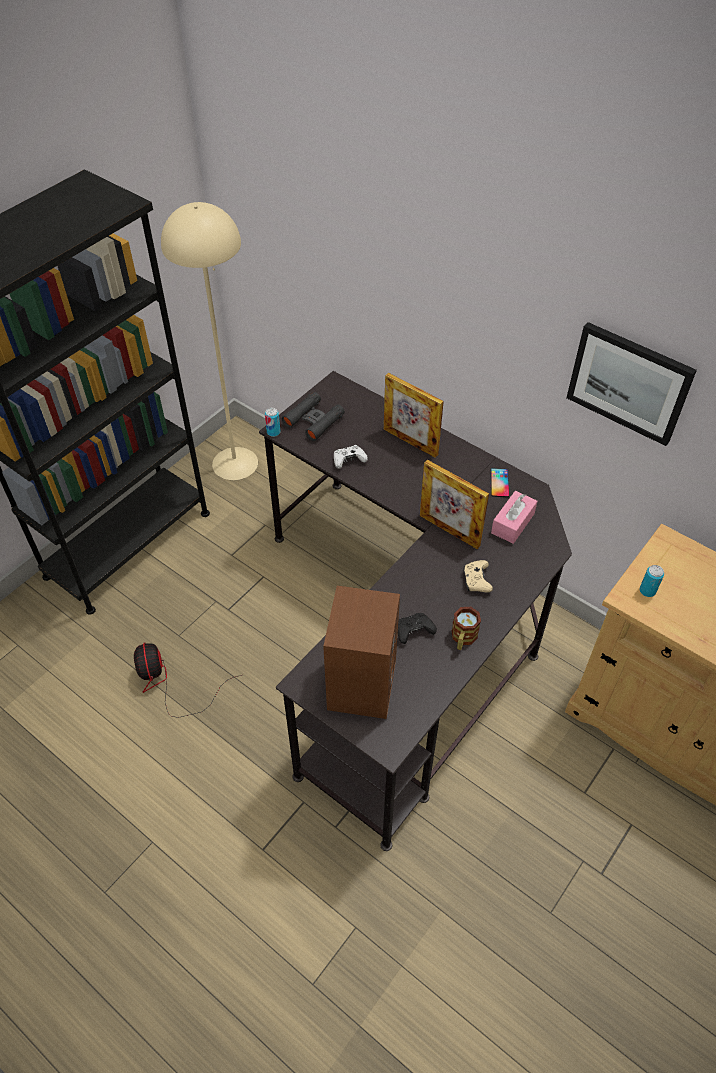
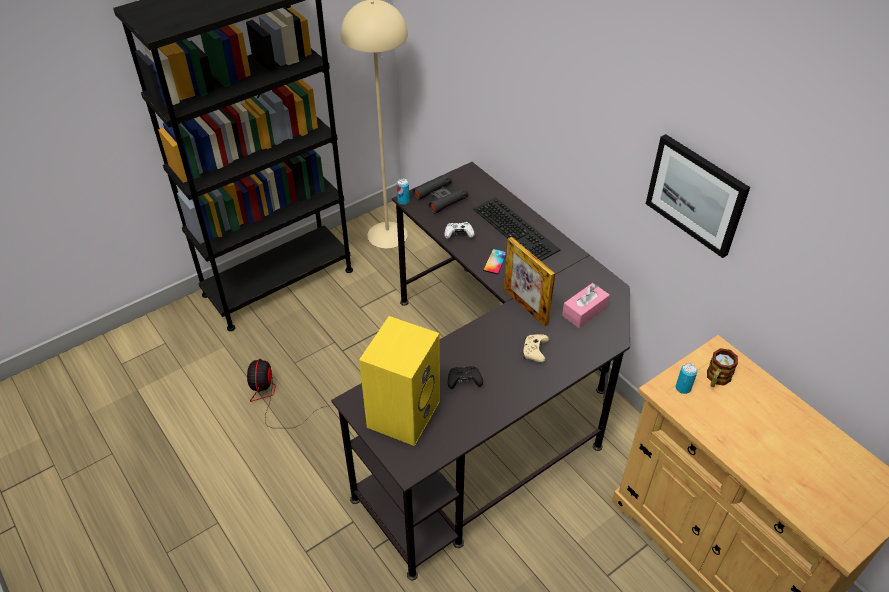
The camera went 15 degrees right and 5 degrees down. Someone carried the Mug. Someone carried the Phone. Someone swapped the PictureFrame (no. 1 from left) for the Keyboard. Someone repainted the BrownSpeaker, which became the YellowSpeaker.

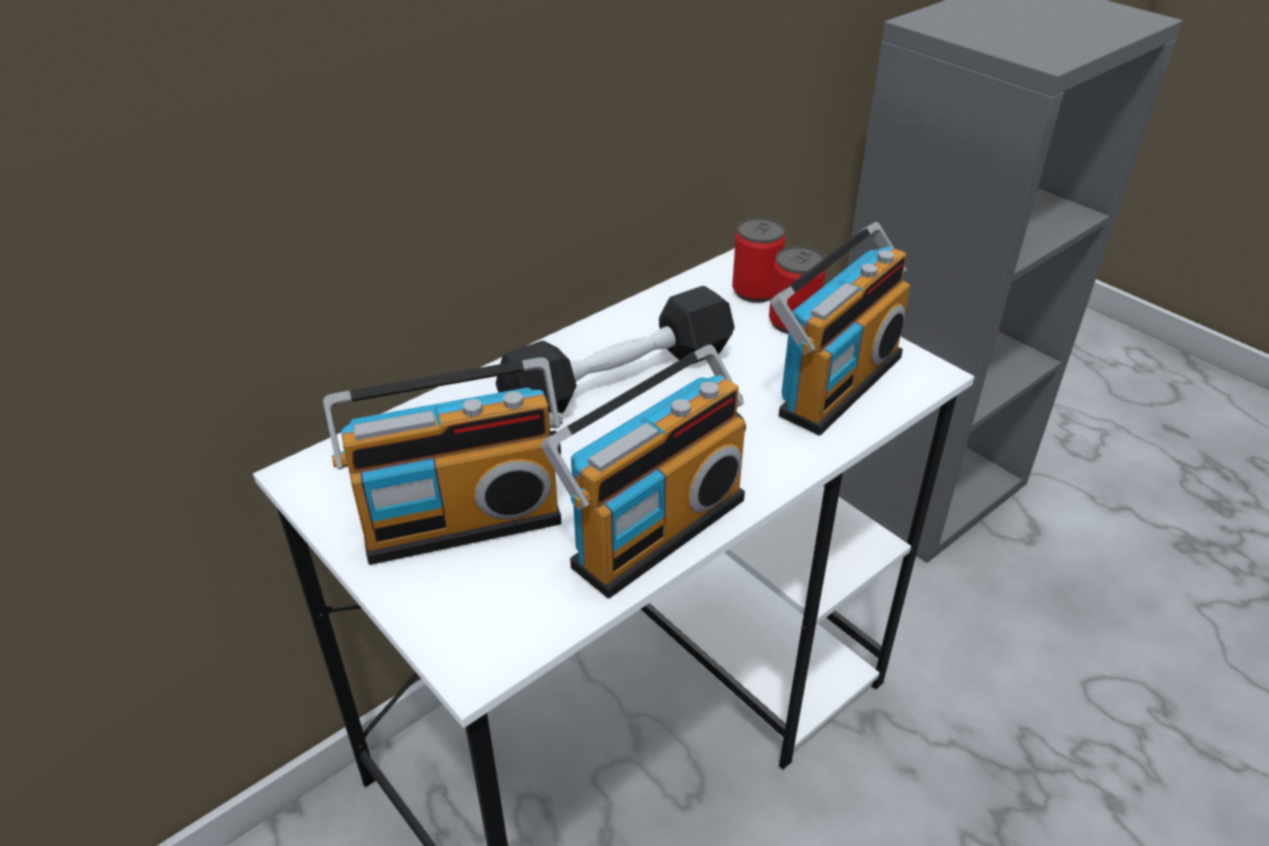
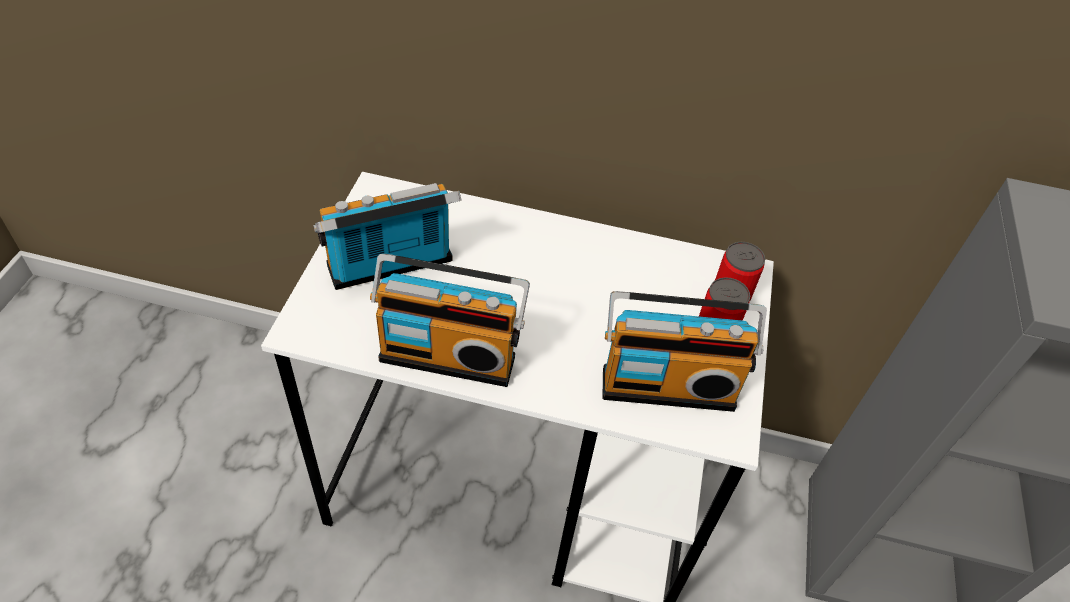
The camera went 50 degrees right and 10 degrees up. Someone took away the BlackDumbbell. Someone rotated the Radio (no. 1 from left) by 120 degrees clockwise.

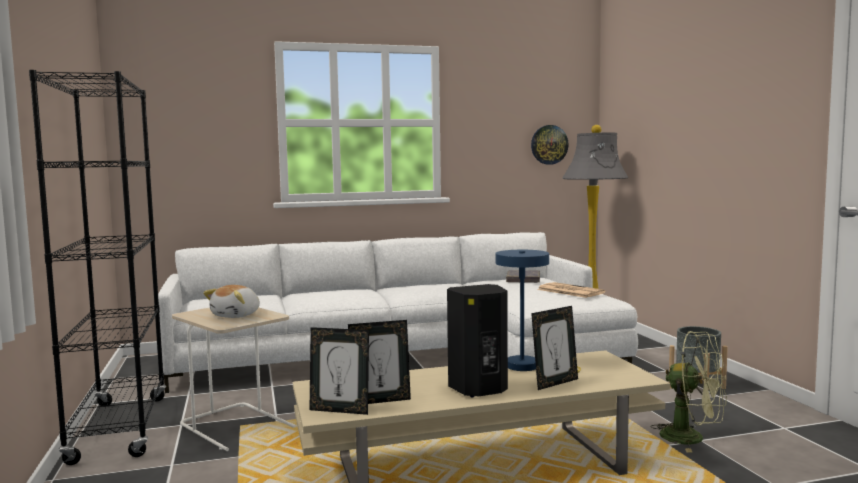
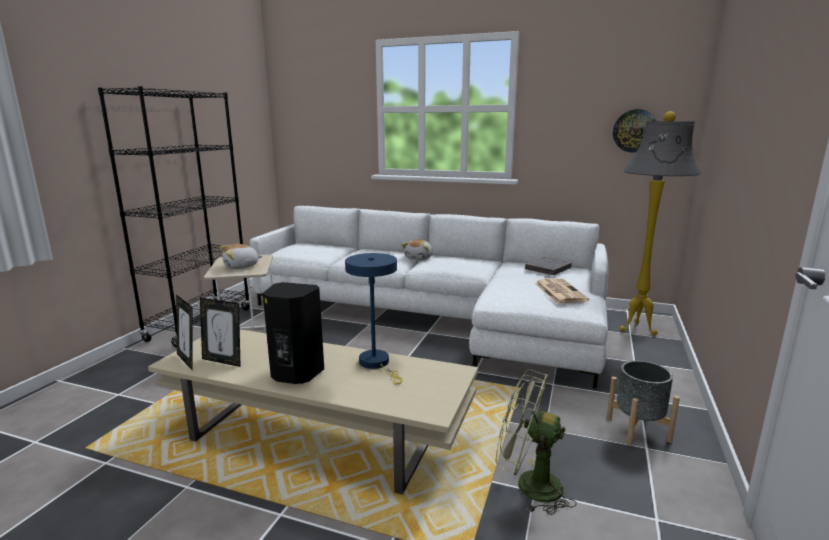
The camera went 35 degrees right and 10 degrees up. Someone took away the PictureFrame (no. 3 from left). Someone put down the PlushToy (no. 2 from left). Someone rotated the GreenFan by 135 degrees clockwise.

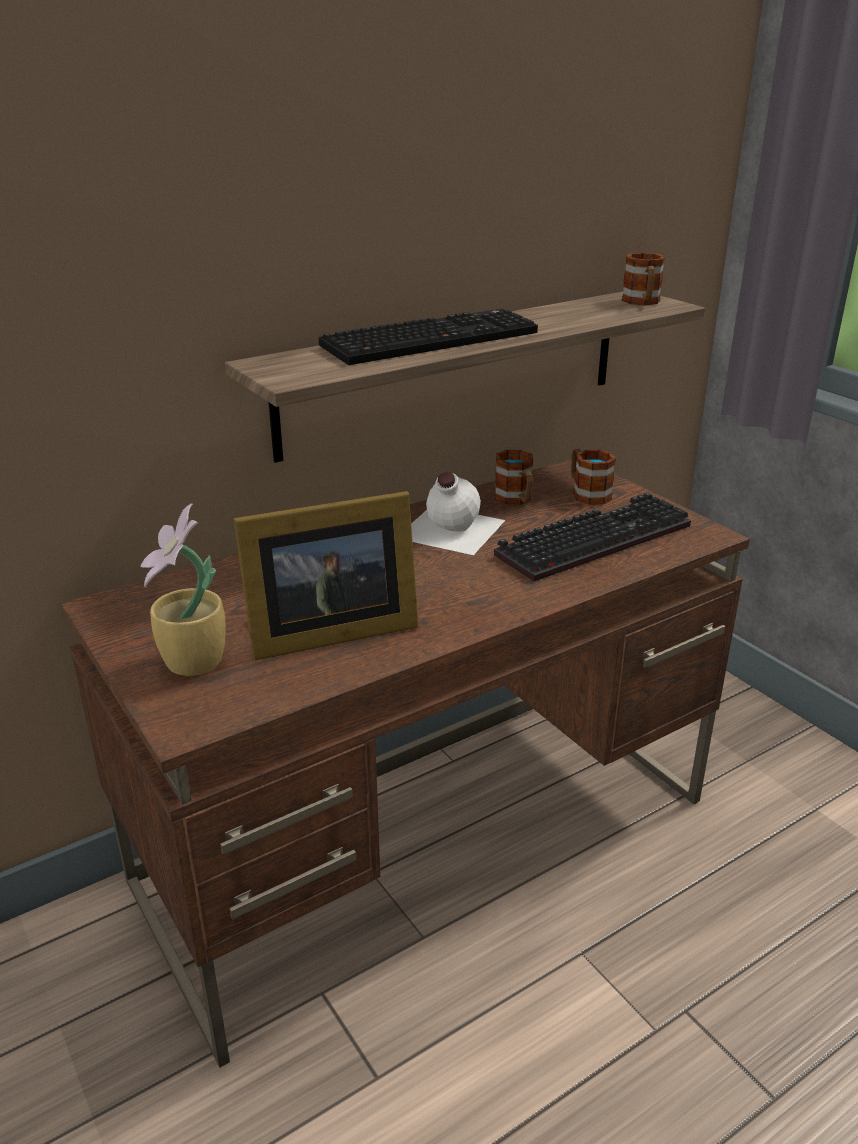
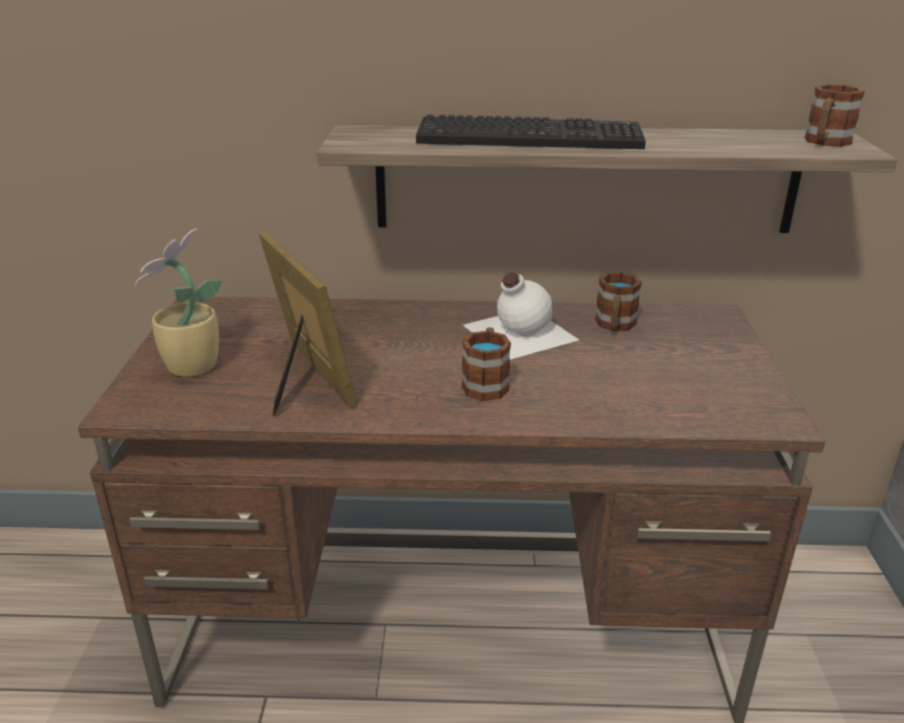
The camera went 35 degrees right and 0 degrees up. Someone took away the Keyboard (no. 2 from left). Someone carried the Mug (no. 2 from left in the first image). Someone rotated the PictureFrame by 135 degrees counterclockwise.

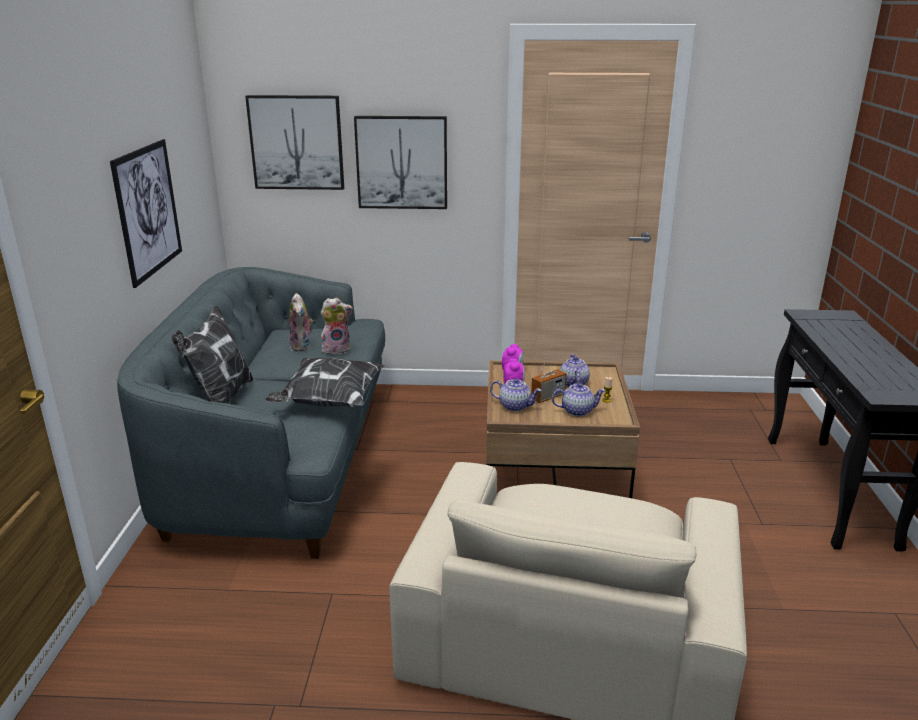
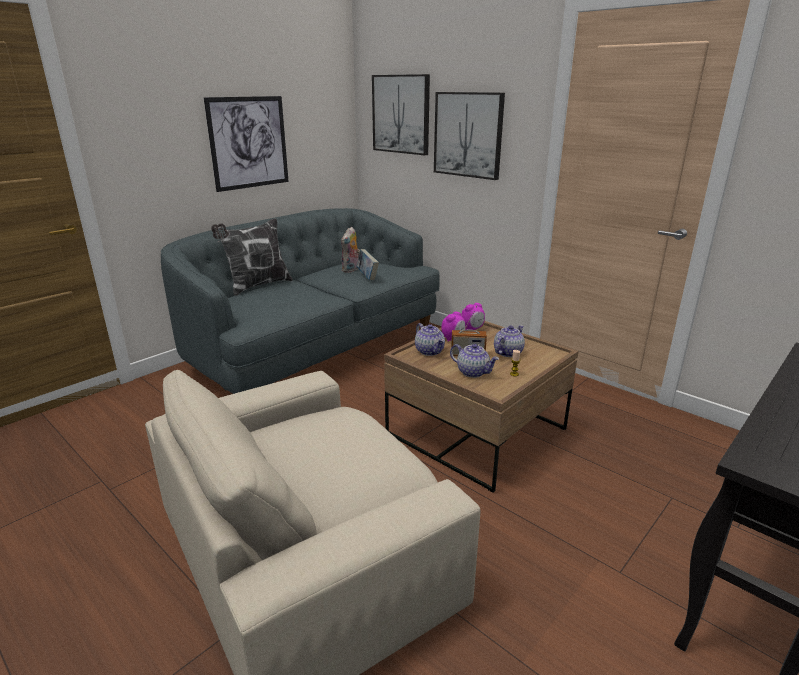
The camera went 40 degrees right and 0 degrees up. Someone took away the Pillow (no. 2 from left). Someone swapped the PlushToy (no. 2 from left) for the Book.

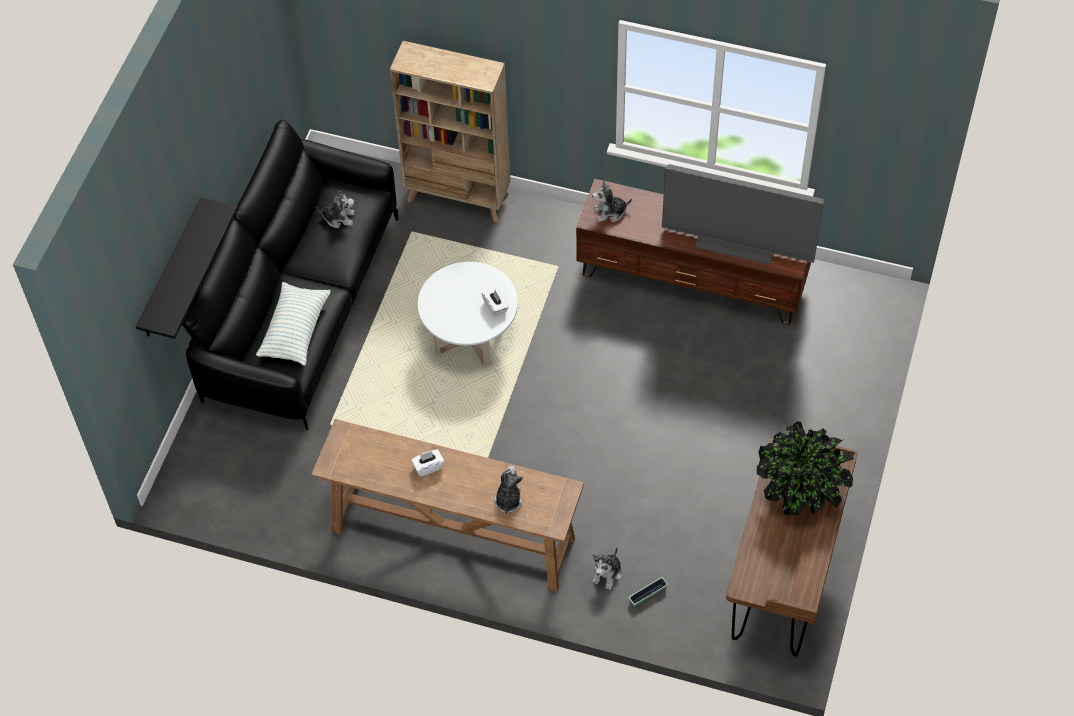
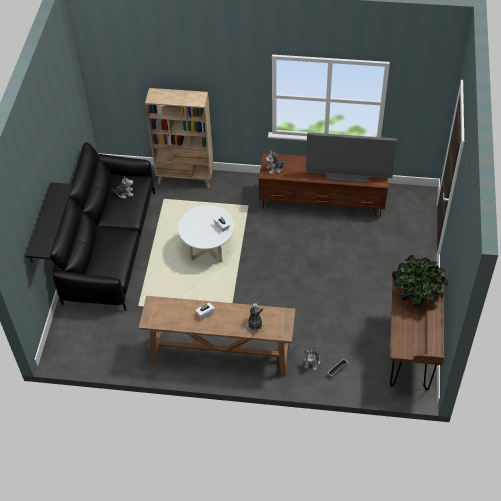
The camera went 10 degrees left and 5 degrees down. Someone took away the Pillow.

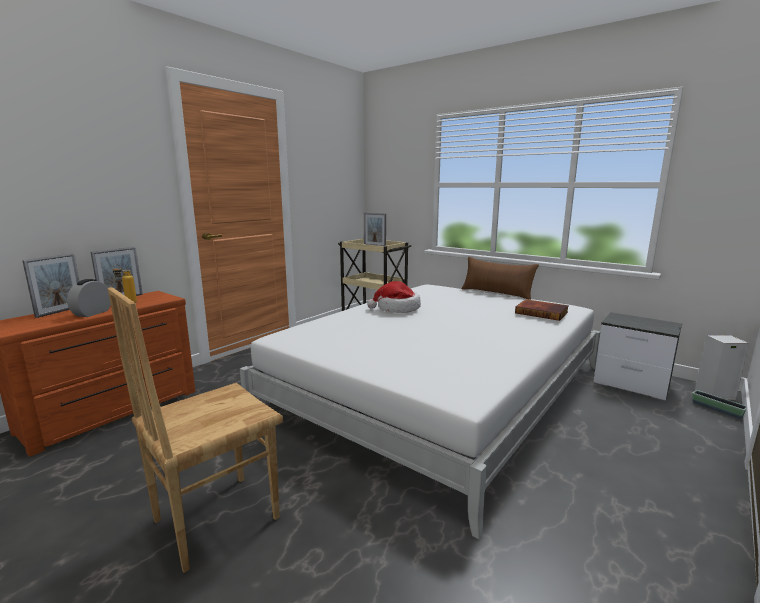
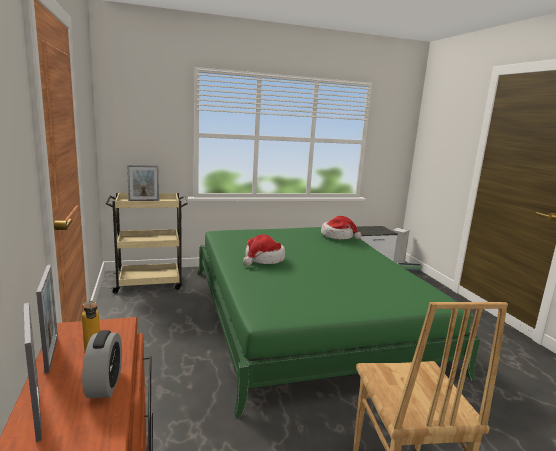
The camera went 55 degrees left and 0 degrees up. Someone took away the BrownPillow. Someone swapped the Book for the Hat (no. 2 from left). Someone repainted the WhiteBed, which became the GreenBed. Someone rotated the AlarmClock by 150 degrees counterclockwise.

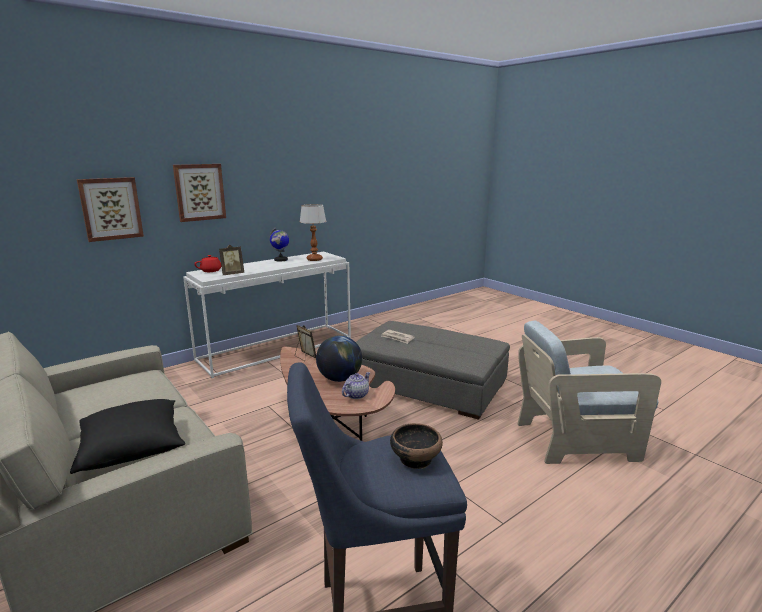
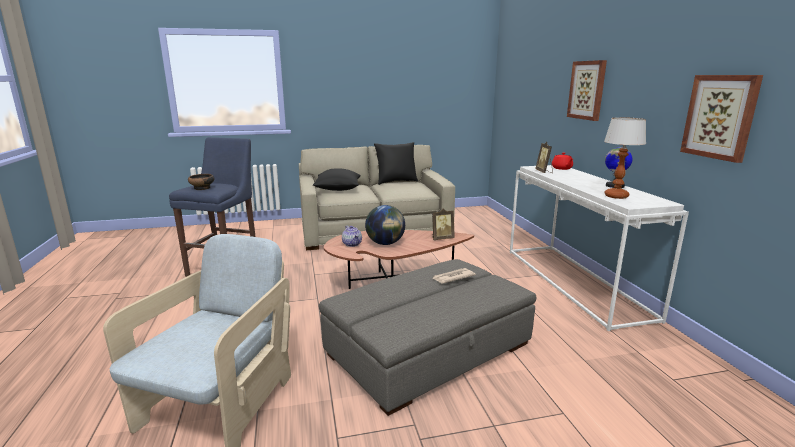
The camera went 115 degrees right and 0 degrees up. Someone put down the BlackPillow (no. 2 from left). Someone carried the Picture (no. 1 from left in the first image).

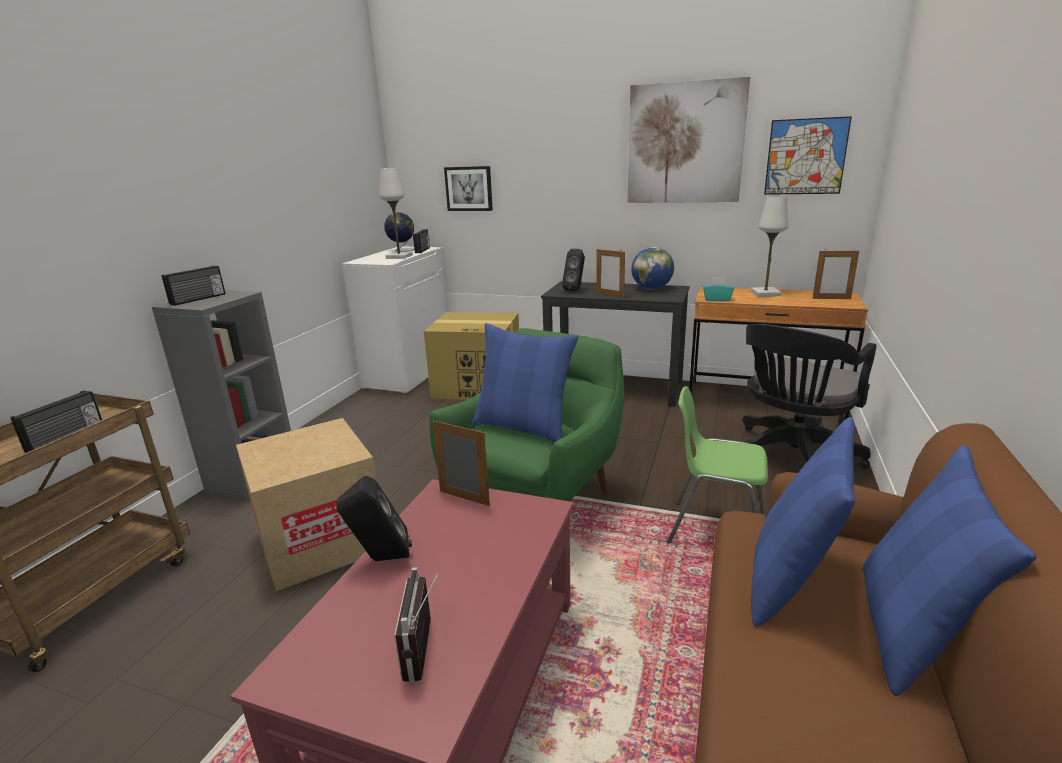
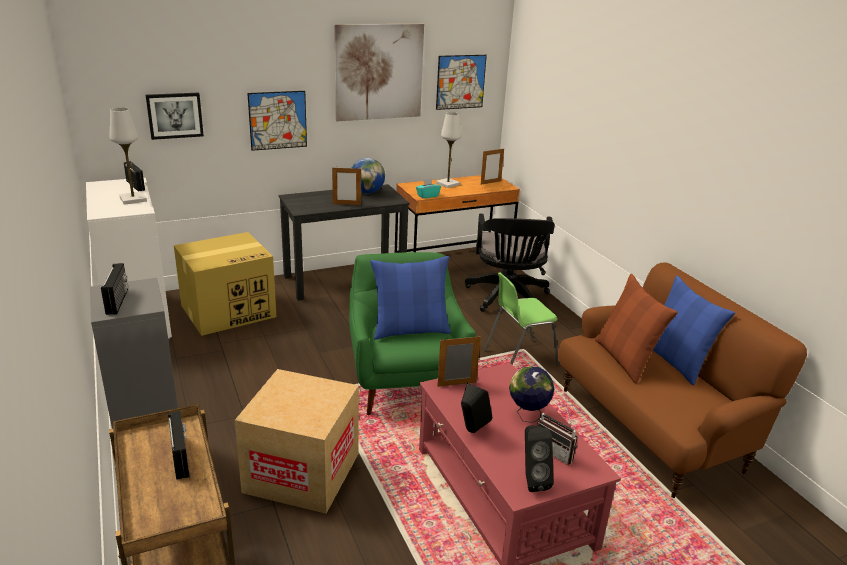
The camera went 45 degrees left and 5 degrees up. Someone put up the Picture (no. 2 from left). Someone carried the Globe (no. 1 from left in the first image). Someone carried the BlackSpeaker (no. 2 from left). Someone repainted the BluePillow (no. 2 from left), which became the BrownPillow.

